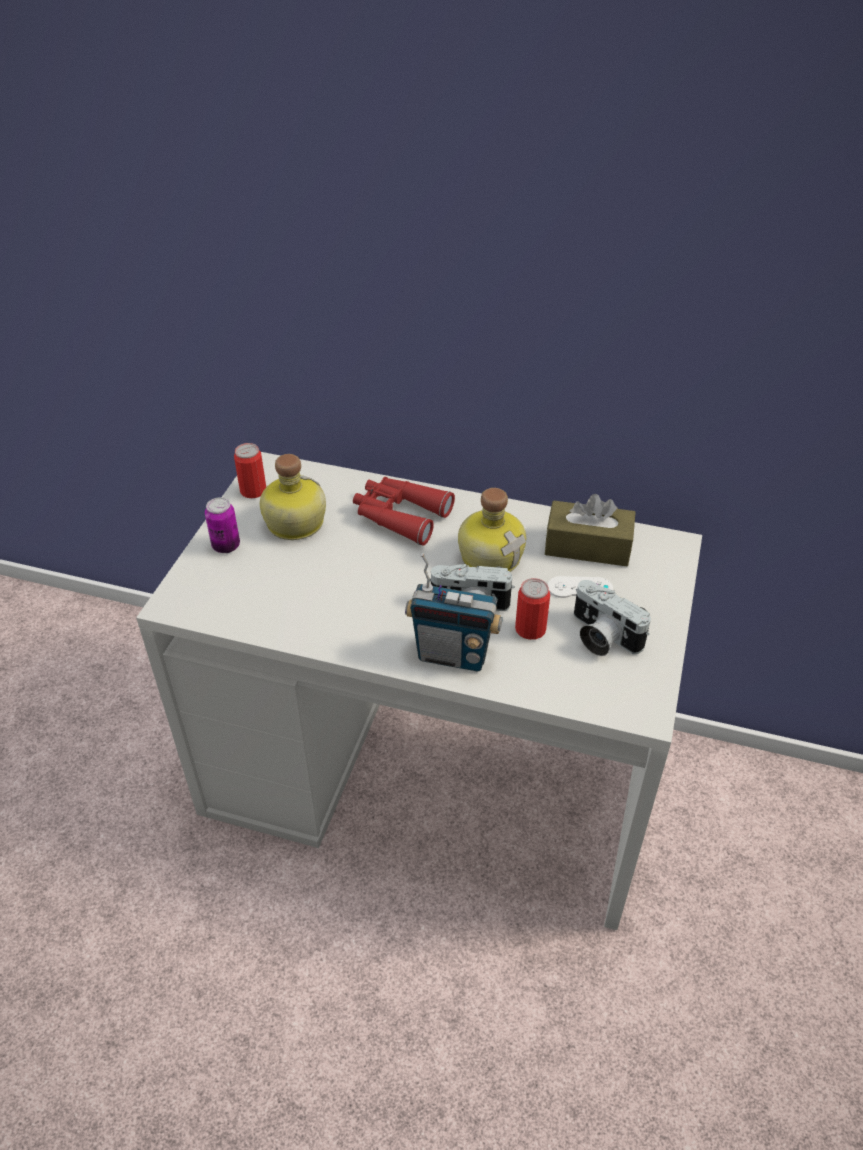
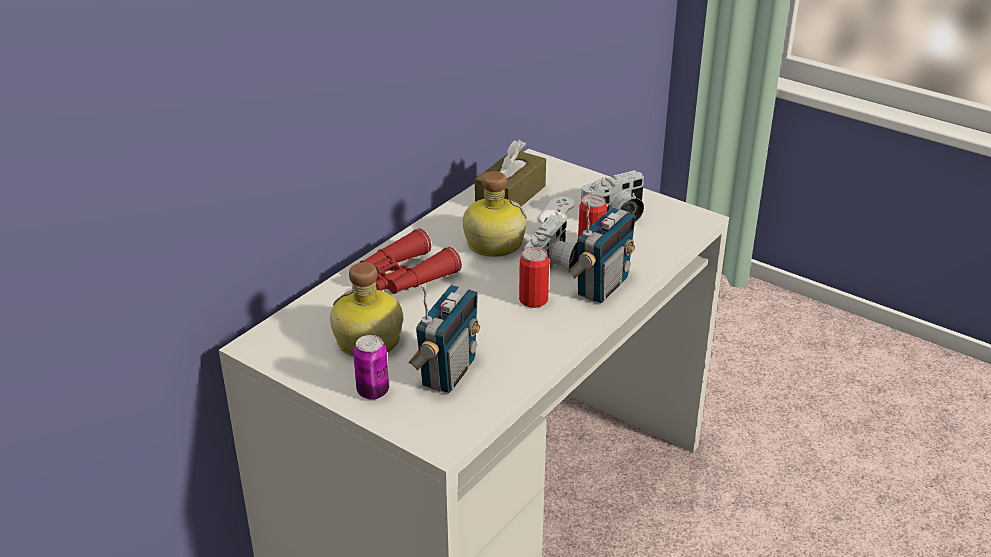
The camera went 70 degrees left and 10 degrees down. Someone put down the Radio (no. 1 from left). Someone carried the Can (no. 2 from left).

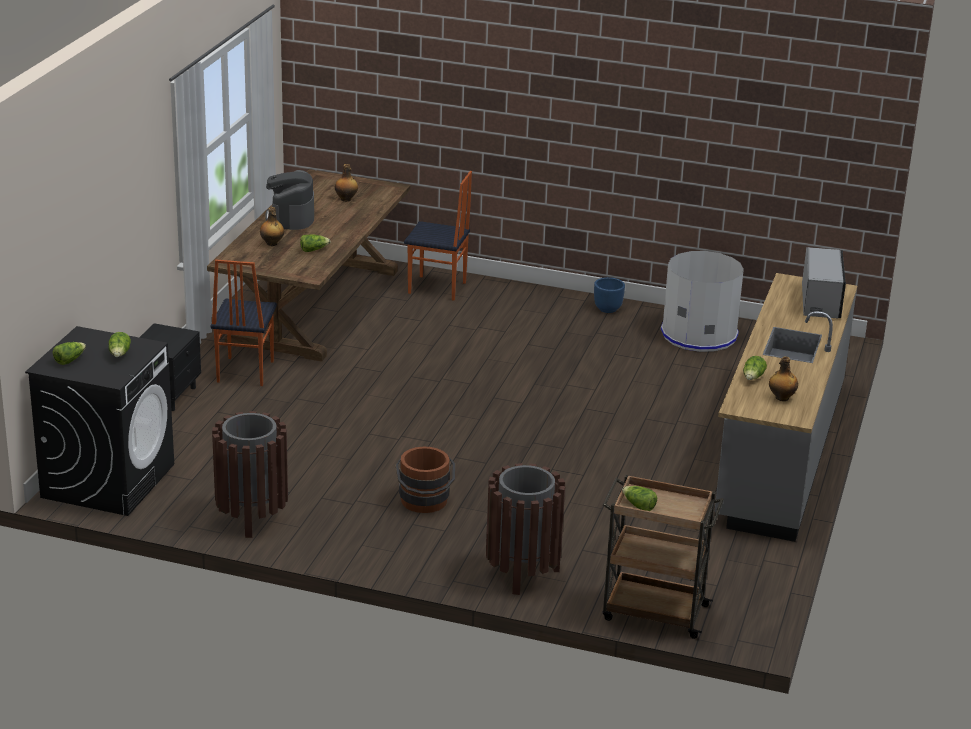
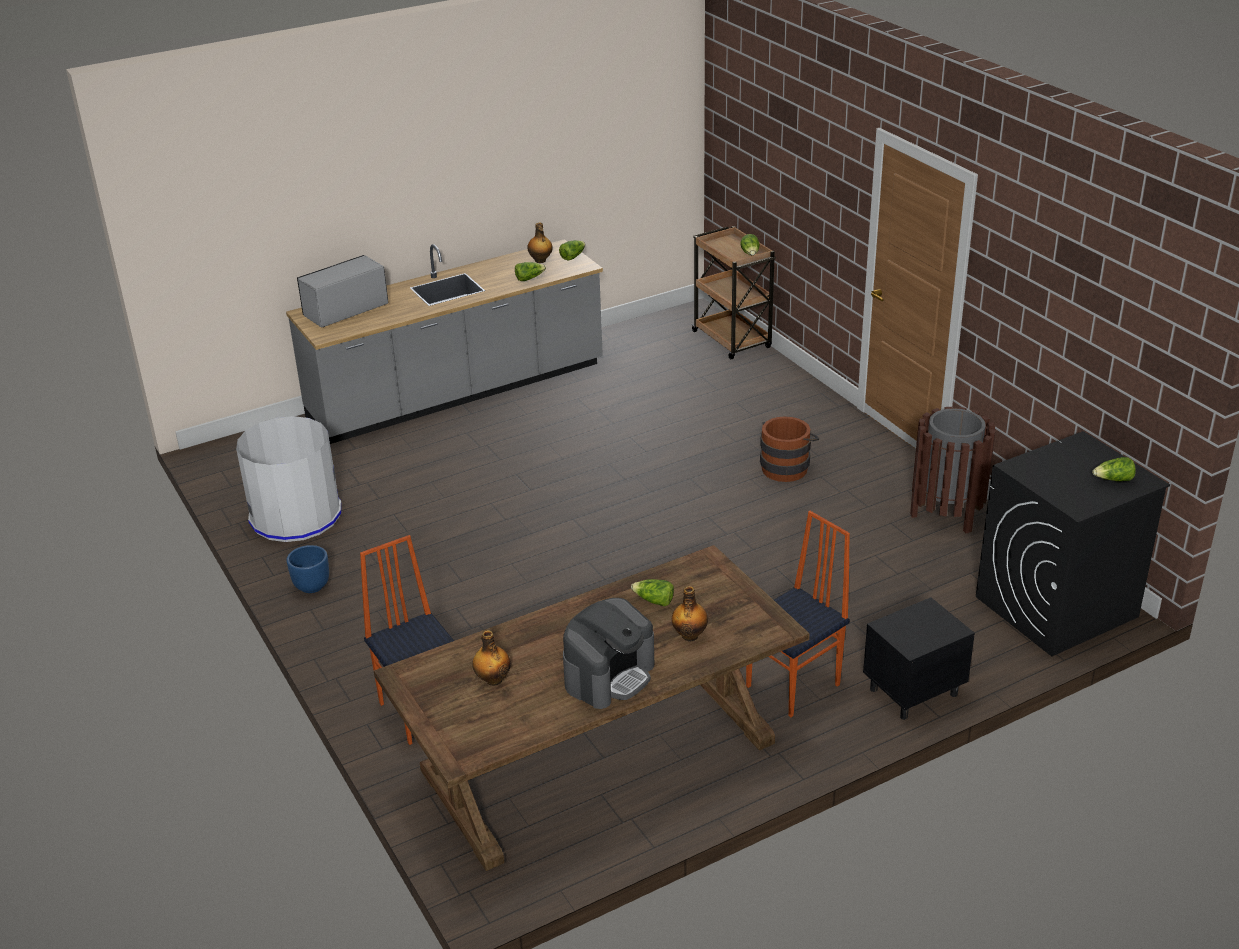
The camera went 135 degrees left and 5 degrees up. Someone took away the BrownTrashCan (no. 2 from left). Someone carried the Lettuce (no. 2 from left).

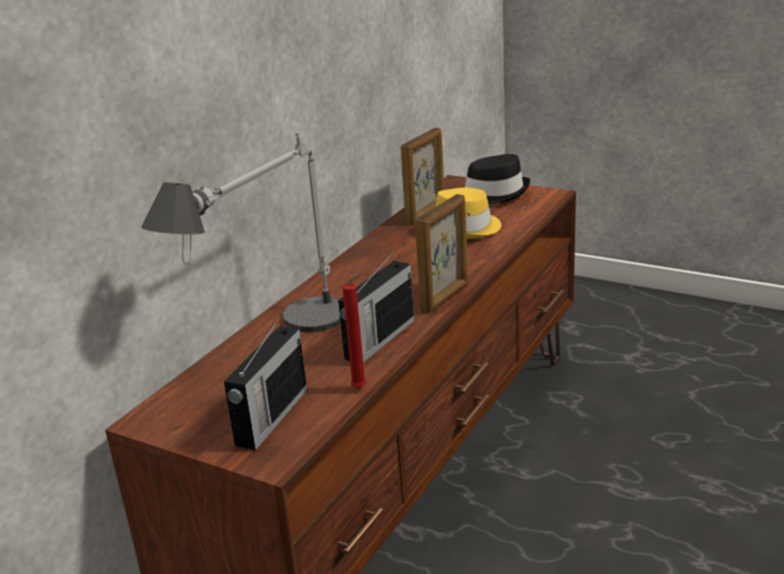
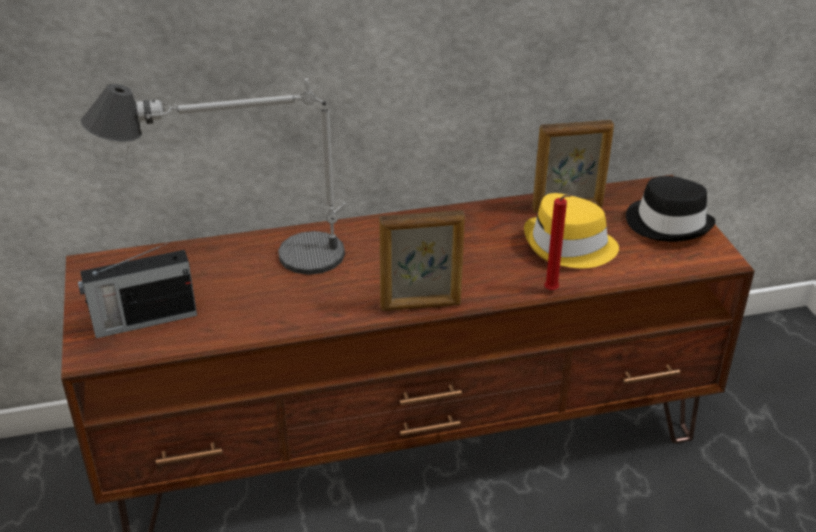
The camera went 45 degrees right and 10 degrees up. Someone took away the Radio (no. 2 from left). Someone carried the RedCandle.

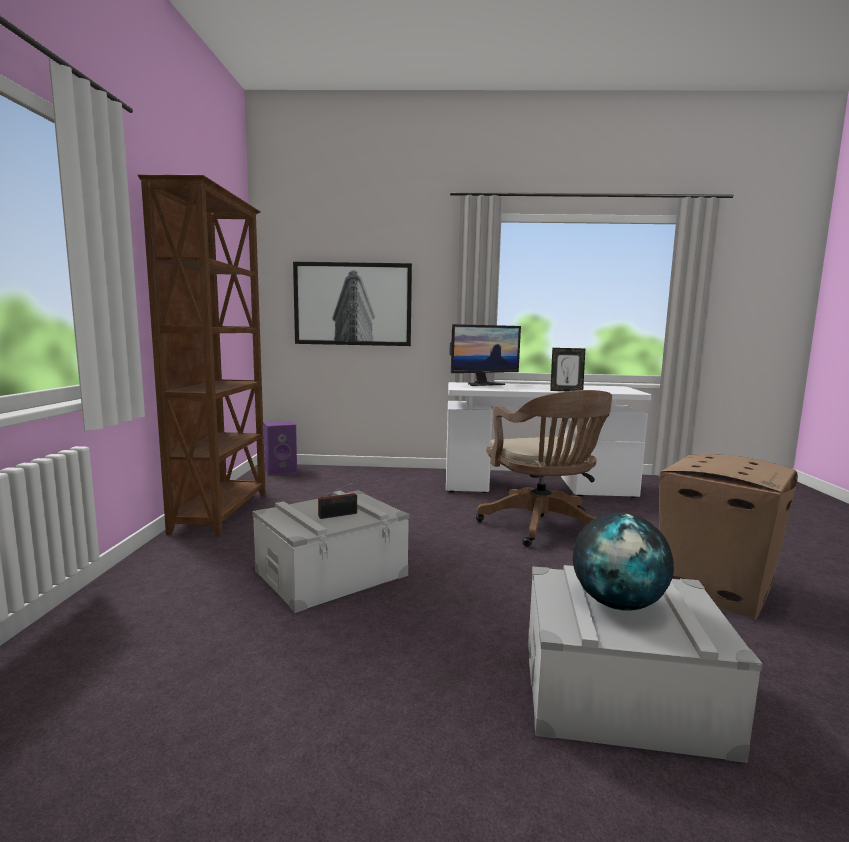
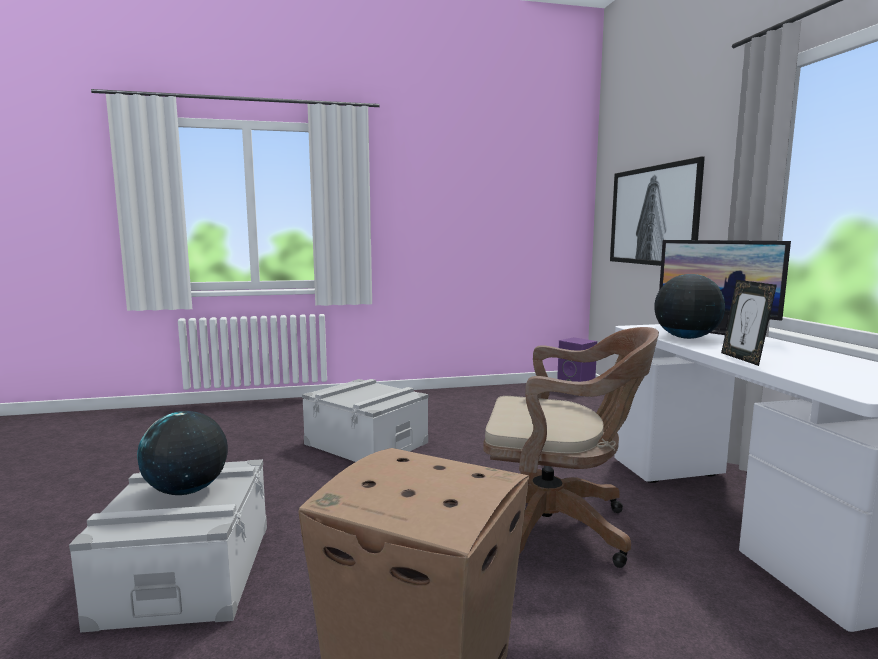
The camera went 75 degrees right and 0 degrees up. Someone took away the BrownBookcase. Someone took away the Radio. Someone put down the Globe (no. 2 from left). Someone rotated the BrownOfficeChair by 135 degrees counterclockwise.

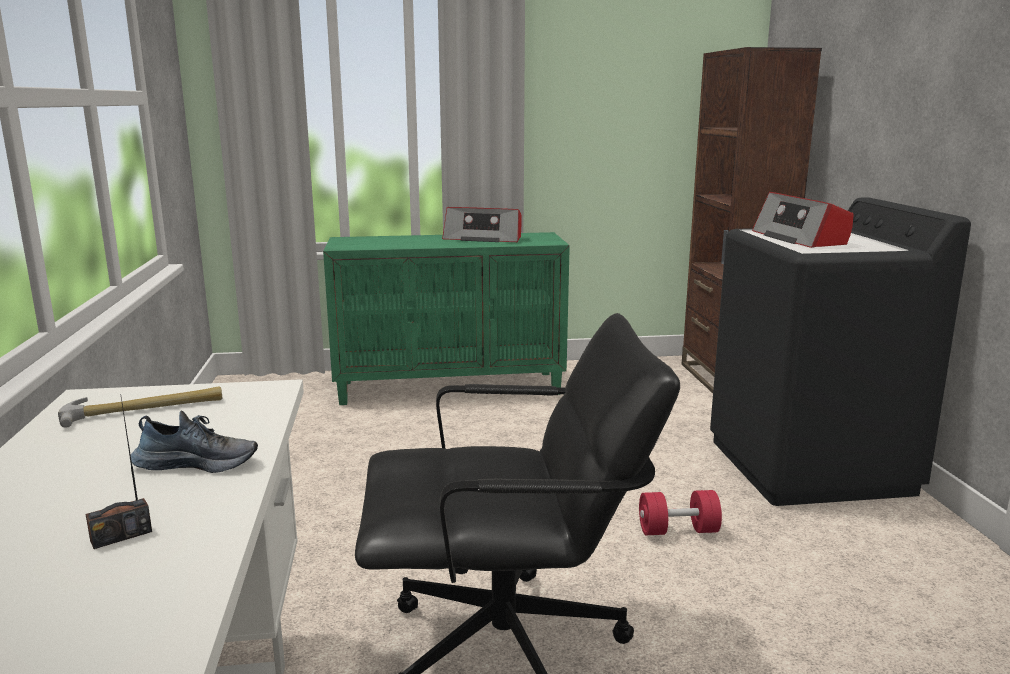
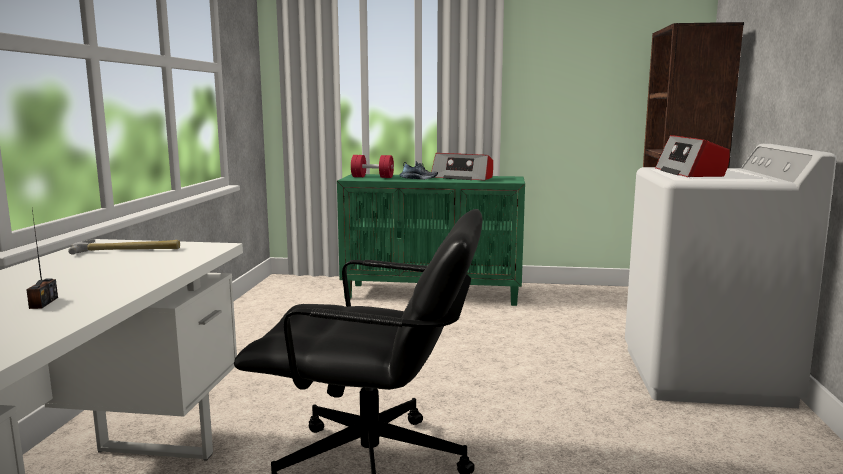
The camera went 15 degrees right and 5 degrees down. Someone carried the Shoe. Someone carried the RedDumbbell. Someone repainted the BlackWashingMachine, which became the WhiteWashingMachine. Someone rotated the Radio (no. 1 from left) by 75 degrees counterclockwise.

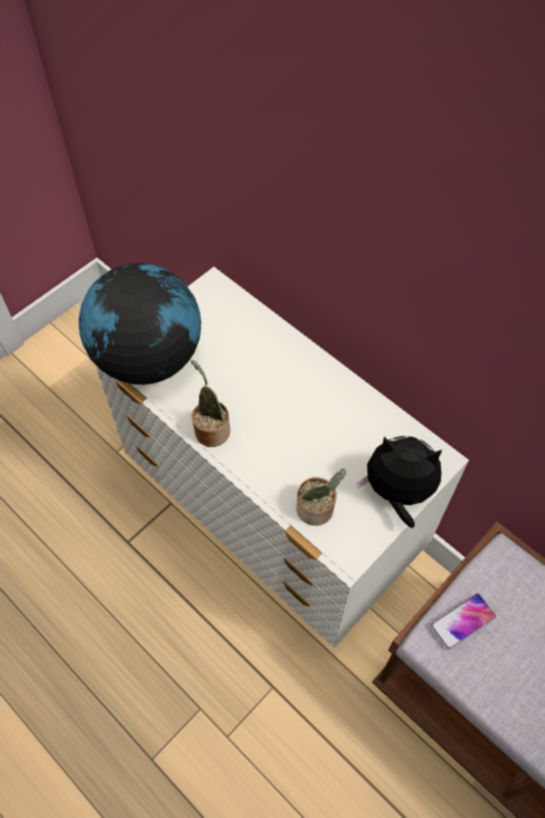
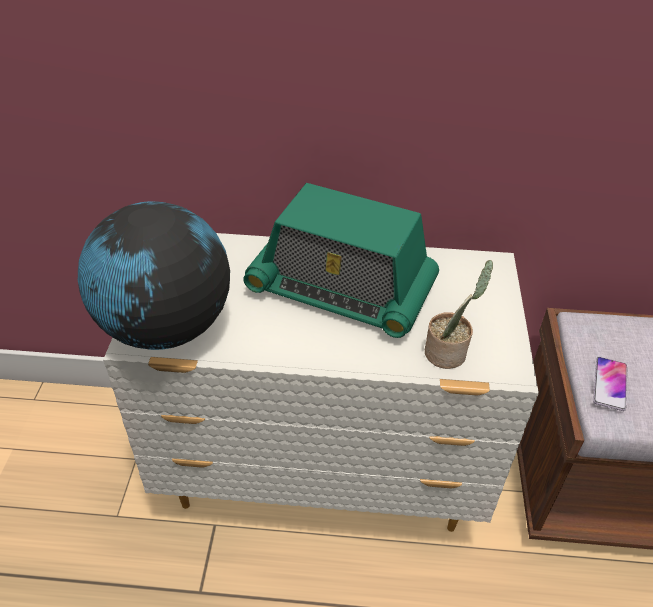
The camera went 40 degrees left and 15 degrees down. Someone took away the PottedPlant (no. 1 from left). Someone took away the PlushToy. Someone put down the Radio.

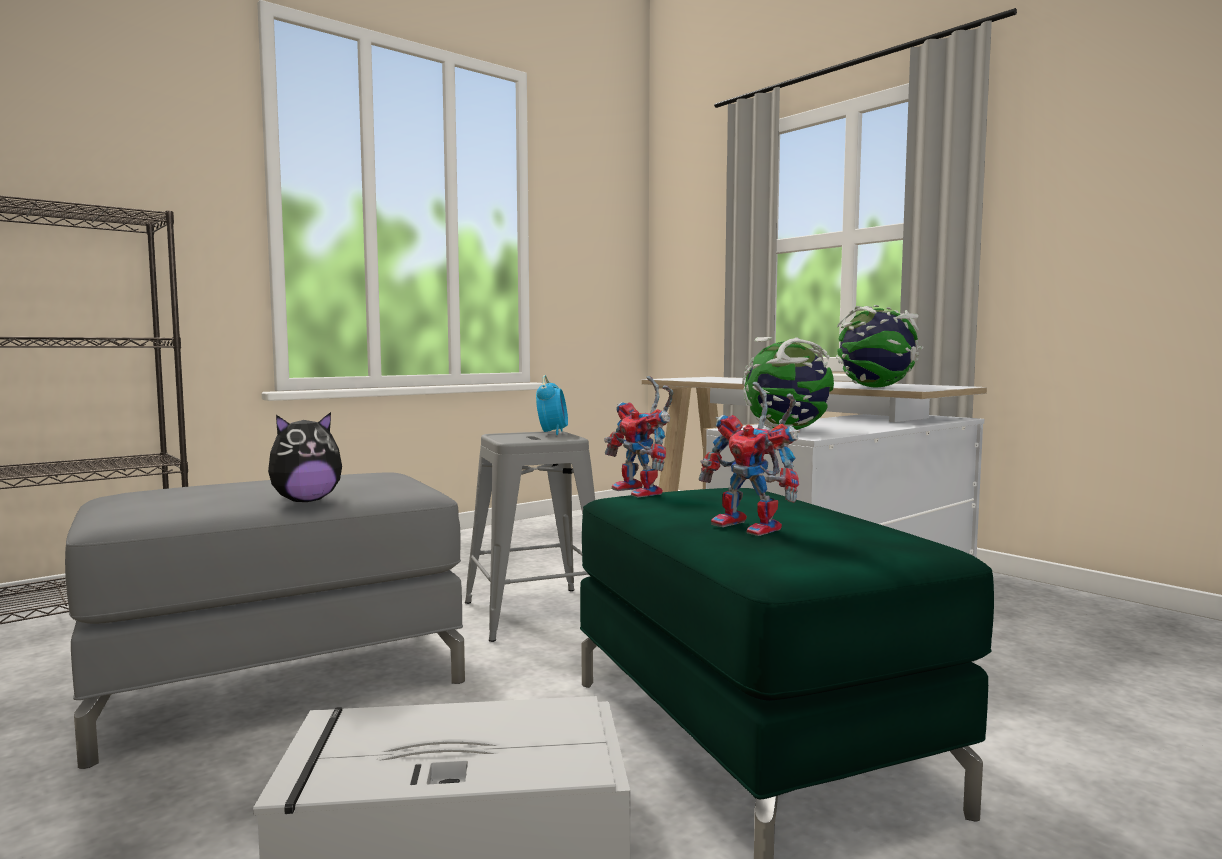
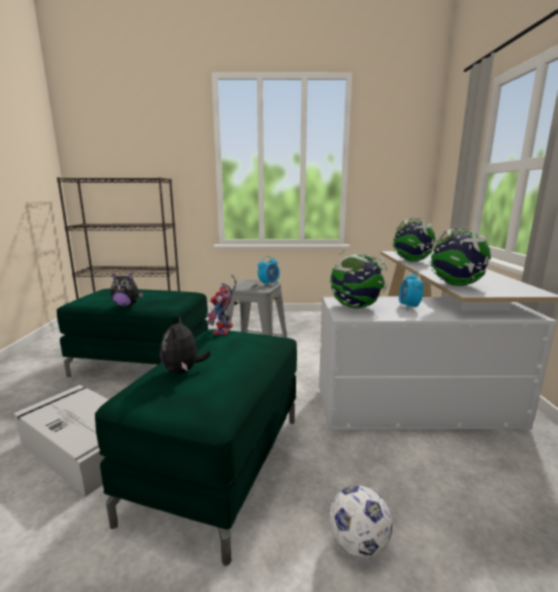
The camera went 40 degrees right and 10 degrees up. Someone put down the Football. Someone put down the Globe (no. 2 from left). Someone put down the AlarmClock (no. 2 from left). Someone swapped the ToyRobot (no. 2 from left) for the PlushToy (no. 2 from left). Someone repainted the GreyOttoman, which became the GreenOttoman (no. 1 from left).

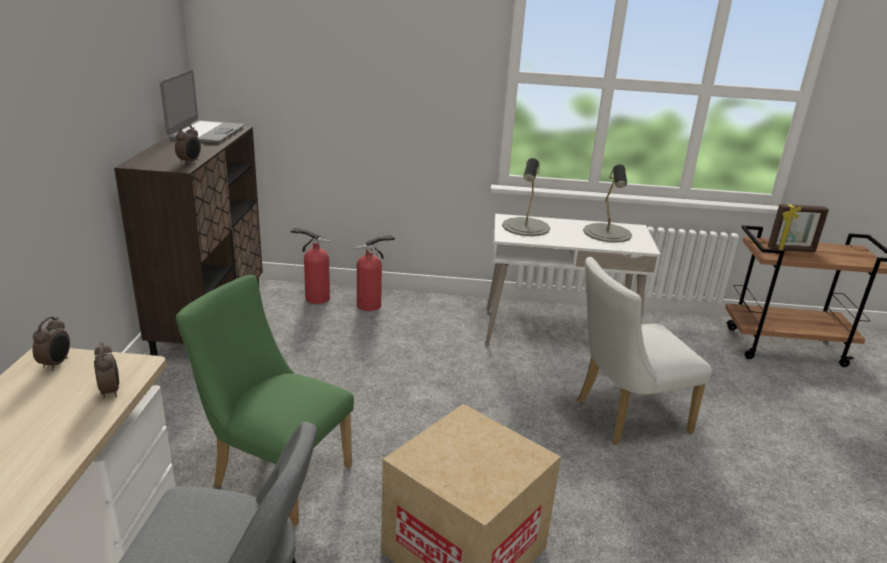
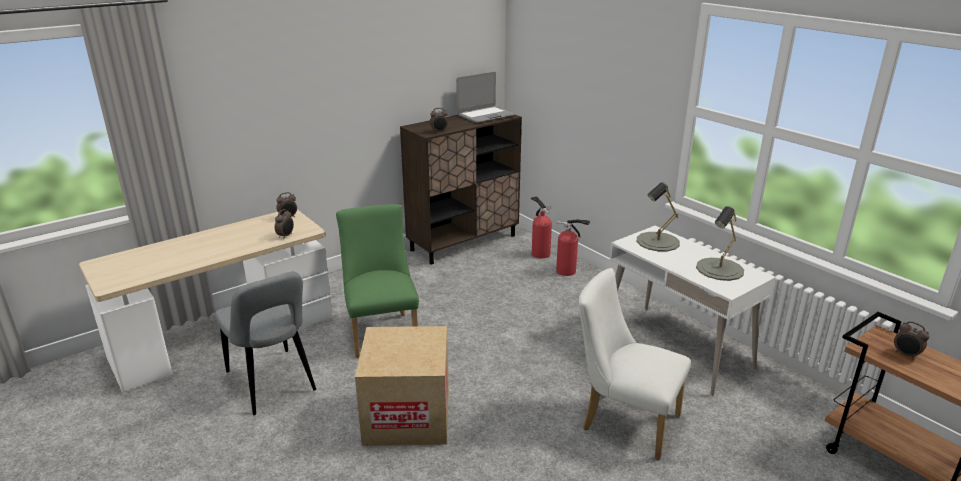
The camera went 50 degrees right and 0 degrees up. Someone swapped the PictureFrame for the AlarmClock (no. 4 from left).

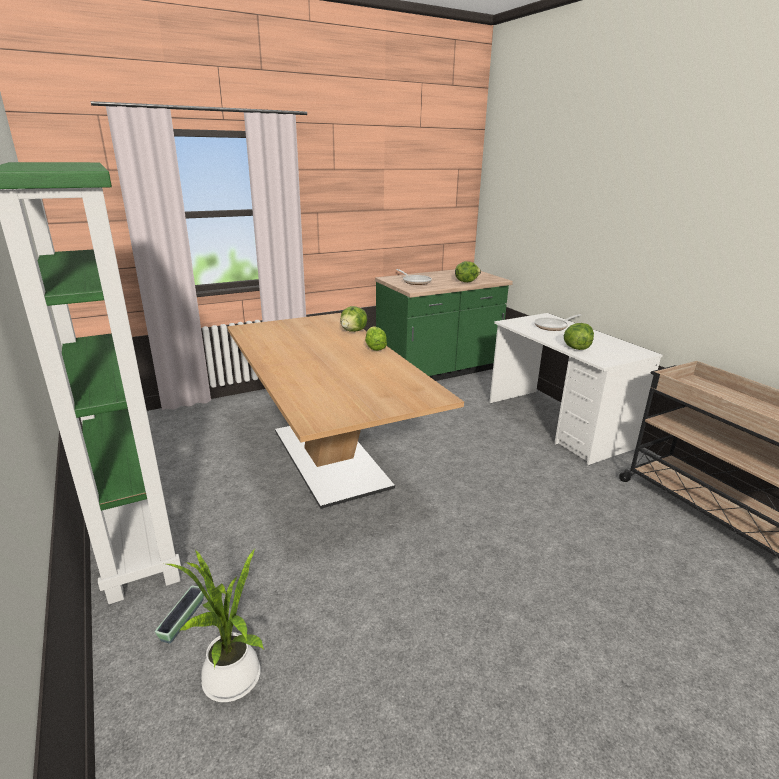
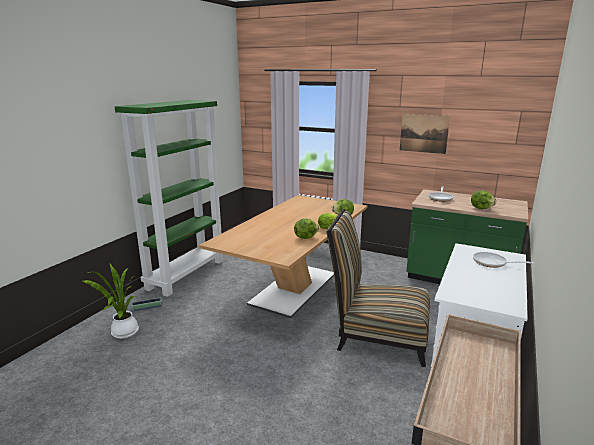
The camera went 55 degrees right and 5 degrees down. Someone put down the Chair. Someone put up the Picture. Someone carried the Lettuce (no. 4 from left in the first image).

